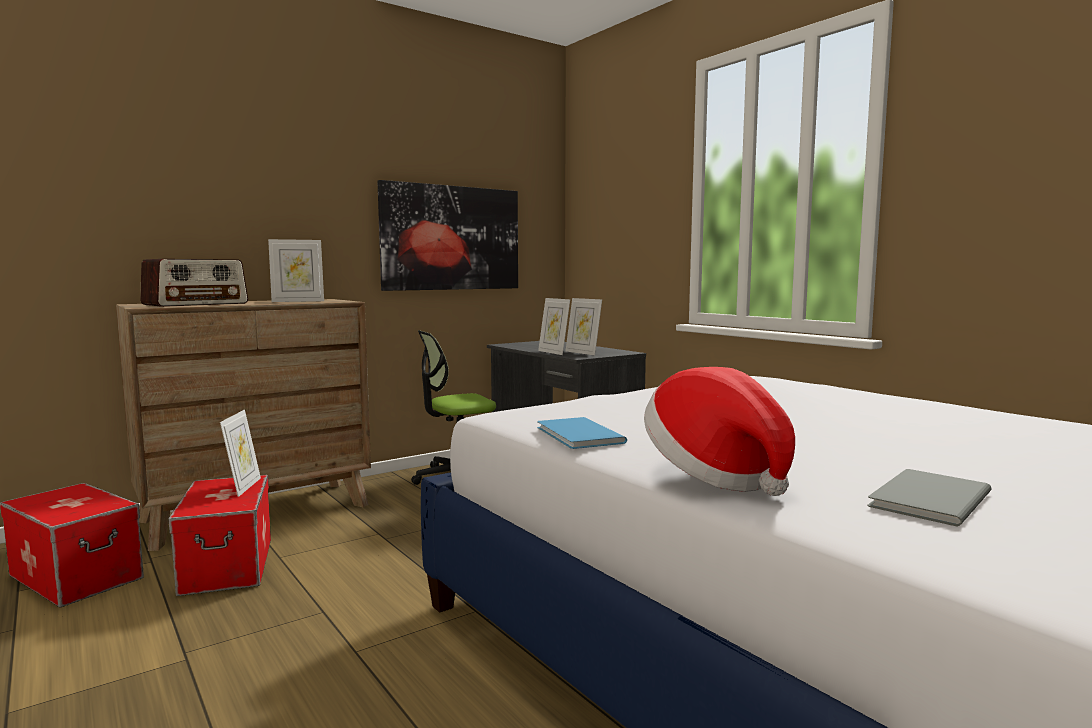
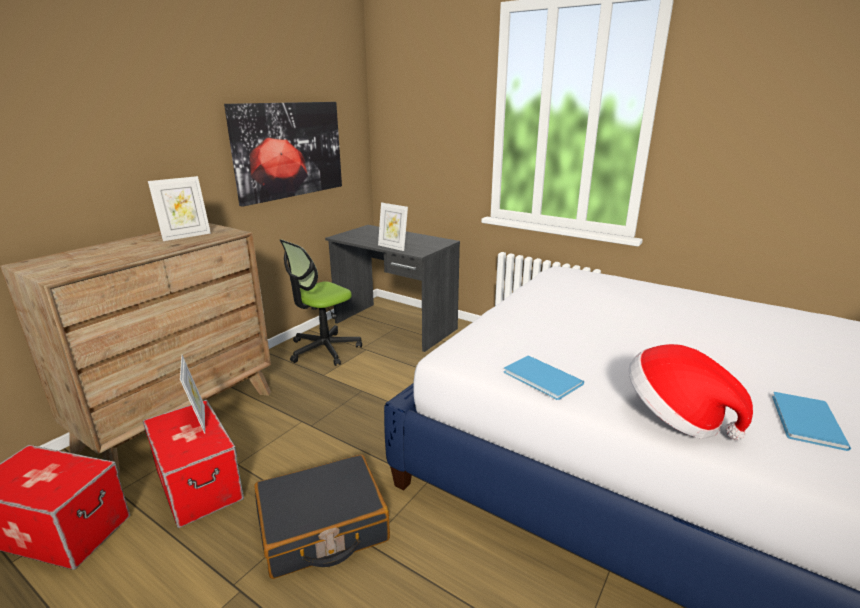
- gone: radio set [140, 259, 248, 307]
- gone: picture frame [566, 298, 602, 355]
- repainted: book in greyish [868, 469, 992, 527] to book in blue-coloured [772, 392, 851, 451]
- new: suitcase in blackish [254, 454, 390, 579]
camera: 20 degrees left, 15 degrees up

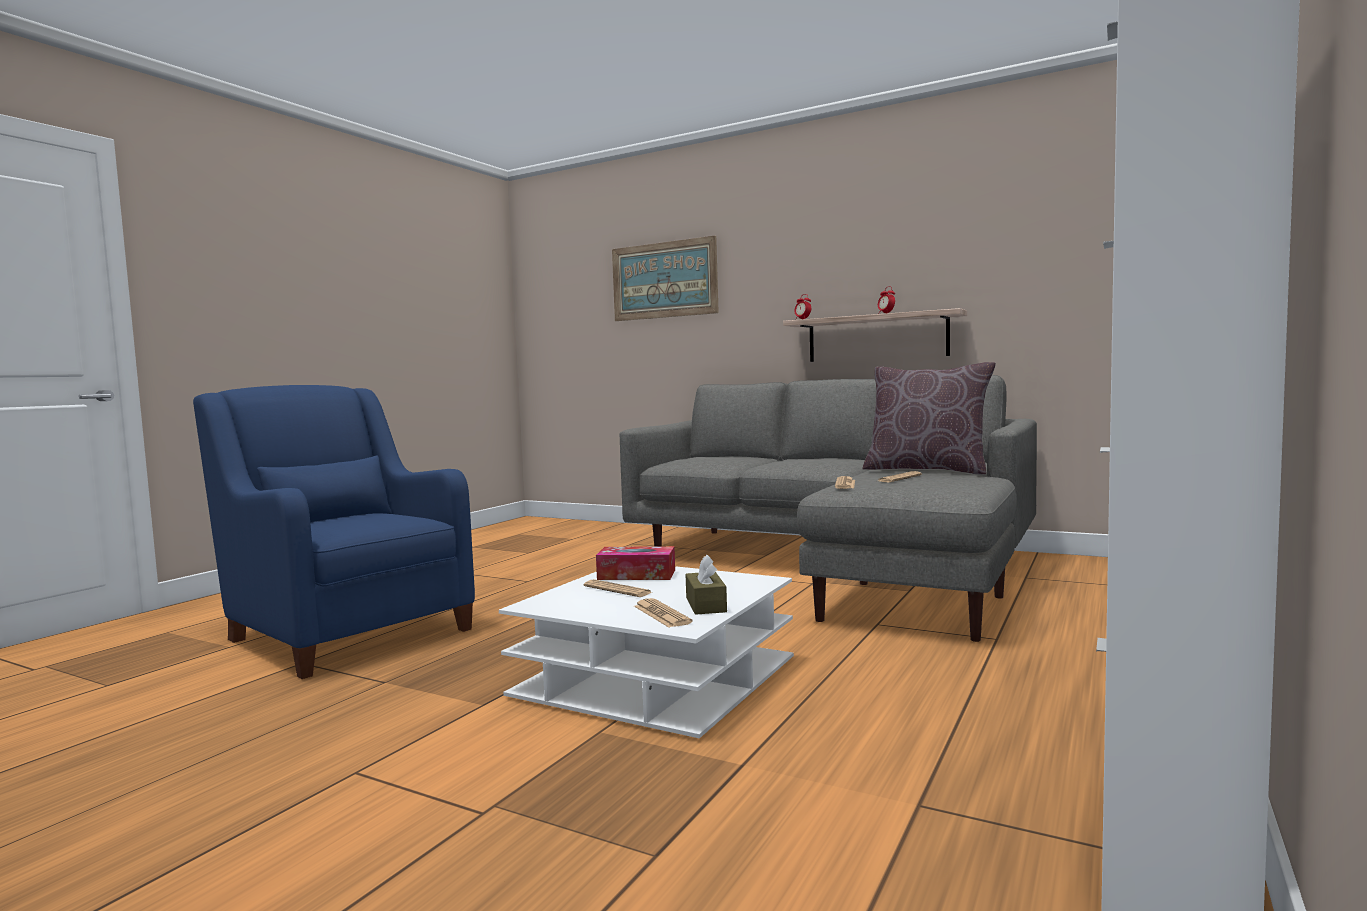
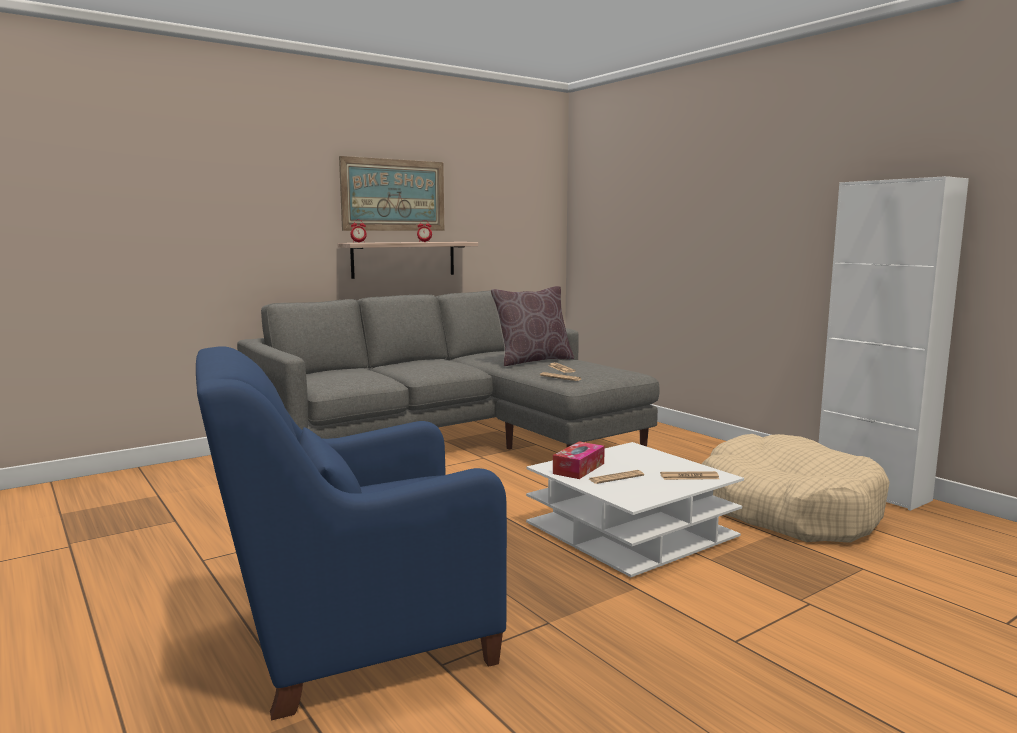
- shifted: wall art [612, 236, 719, 321] to [339, 156, 444, 231]
- gone: tissue holder in brownish [685, 555, 727, 615]
- new: dog cushion in sand-coloured [702, 434, 890, 543]
camera: 65 degrees left, 5 degrees up

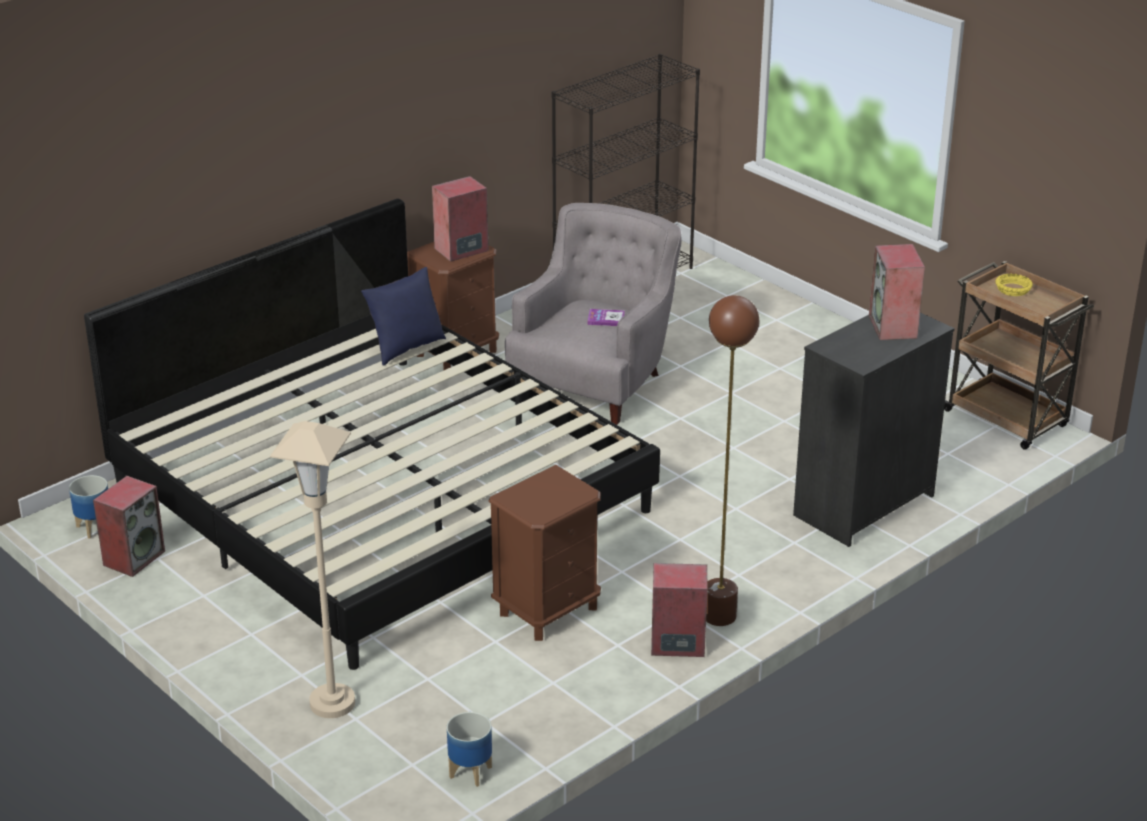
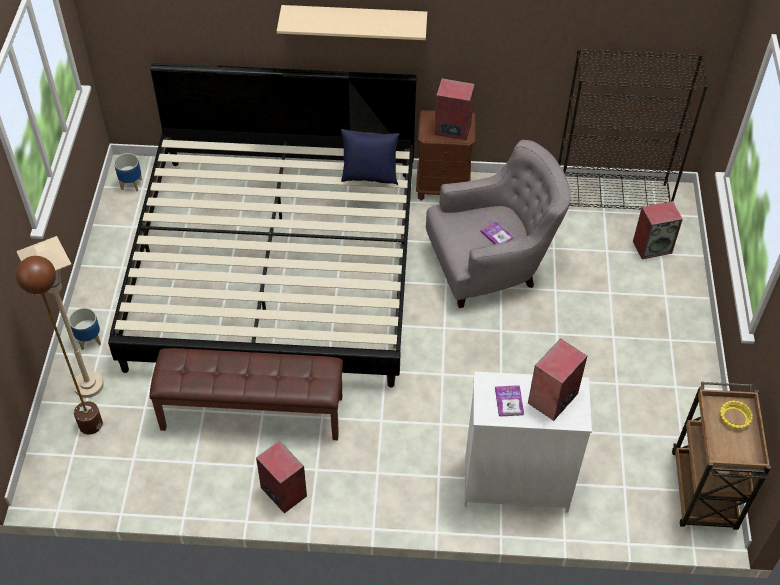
- shifted: loudspeaker [93, 476, 165, 577] to [633, 201, 683, 259]
- shifted: planter [447, 712, 492, 787] to [69, 308, 101, 350]
- swapped: nightstand in brownish [488, 465, 601, 641] to long seat in brownish [150, 348, 343, 440]
- shifted: floor lamp in brownish [706, 295, 759, 626] to [16, 256, 103, 435]
- repainted: dresser in blackish [793, 313, 955, 547] to dresser in white [464, 371, 592, 513]
- new: wall shelf in sand-coloured [277, 5, 427, 40]
- new: book [495, 385, 524, 417]
camera: 45 degrees right, 20 degrees up

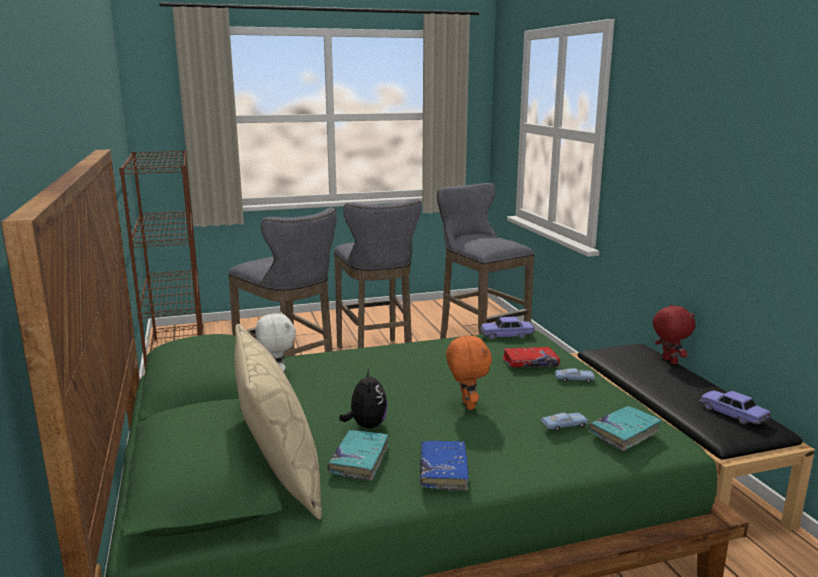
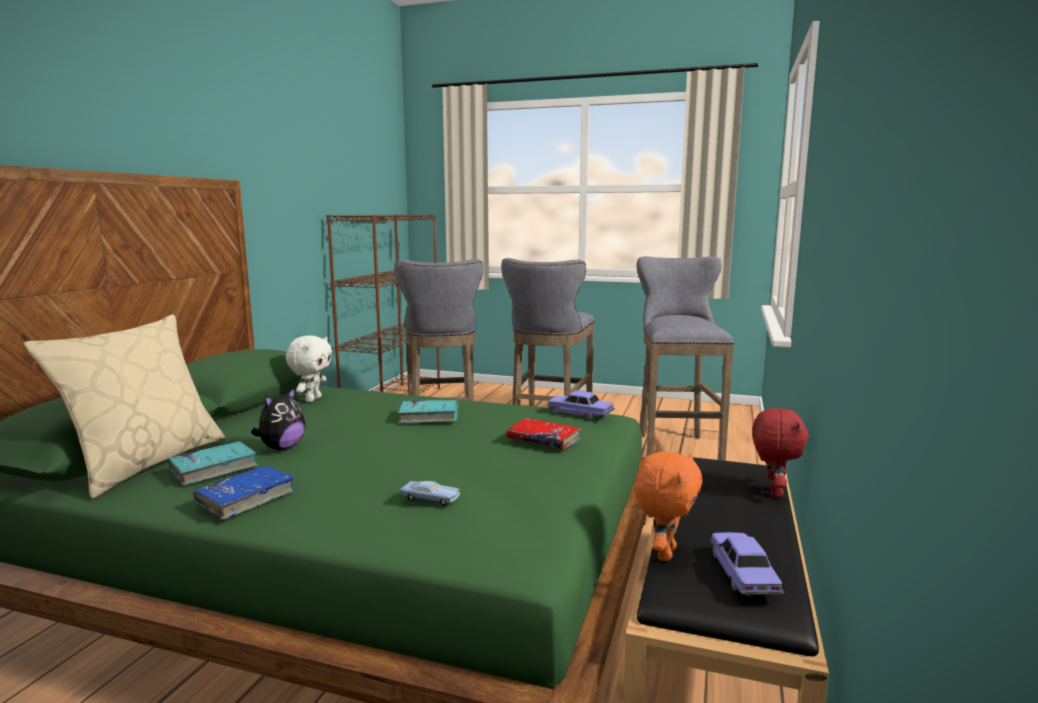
- shifted: cuddly toy in orangey [446, 334, 492, 410] to [635, 451, 703, 561]
- gone: toy car in blue-coloured [555, 368, 595, 383]
- shifted: book in turquoise [589, 406, 661, 451] to [398, 400, 459, 423]
camera: 35 degrees right, 5 degrees down

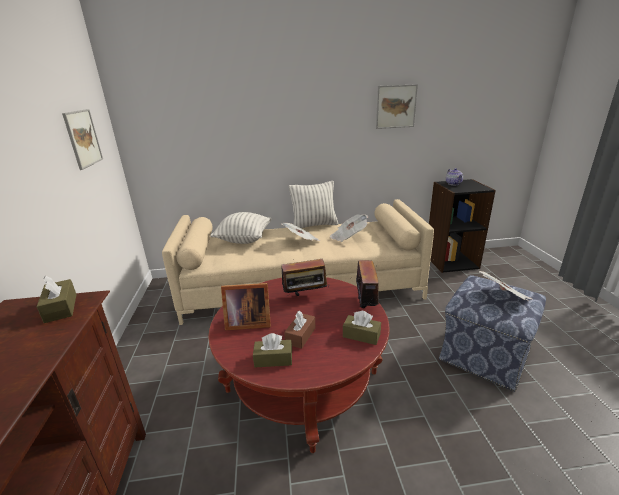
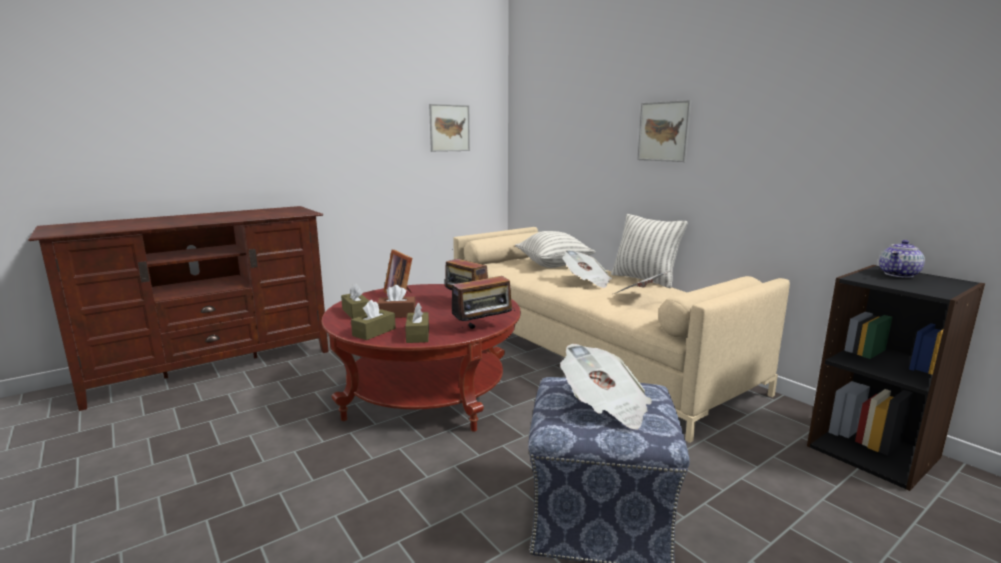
- shifted: tissue holder in brownish [37, 275, 77, 323] to [351, 300, 396, 340]
- shifted: wall art [376, 84, 418, 129] to [637, 100, 691, 162]
camera: 60 degrees right, 10 degrees down

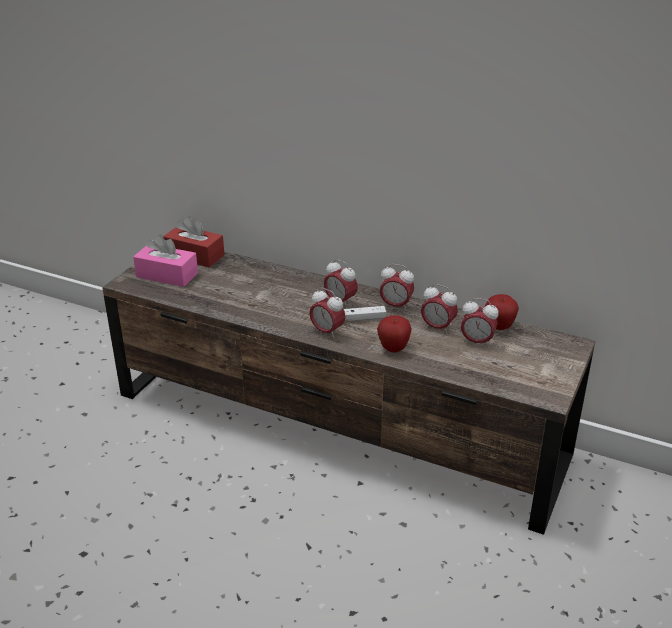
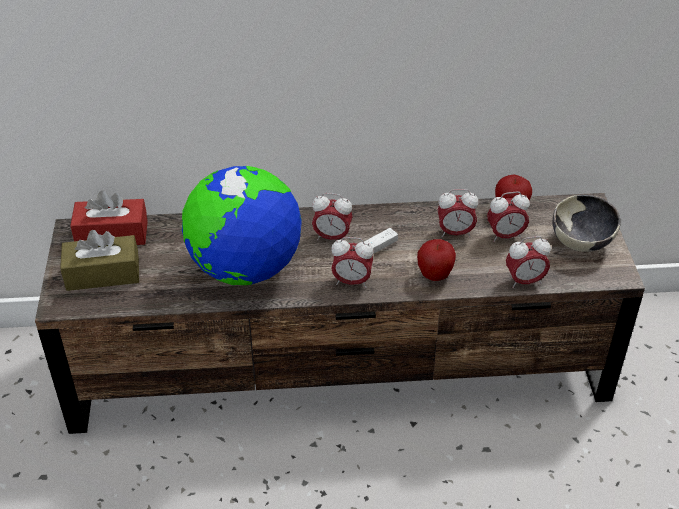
- repainted: tissue holder in pink [133, 234, 198, 287] to tissue holder in brownish [60, 230, 139, 291]
- shifted: table clock [379, 264, 414, 311] to [506, 236, 551, 288]
- new: world globe [182, 166, 302, 285]
- new: serving bowl [553, 195, 621, 252]
camera: 30 degrees left, 10 degrees up

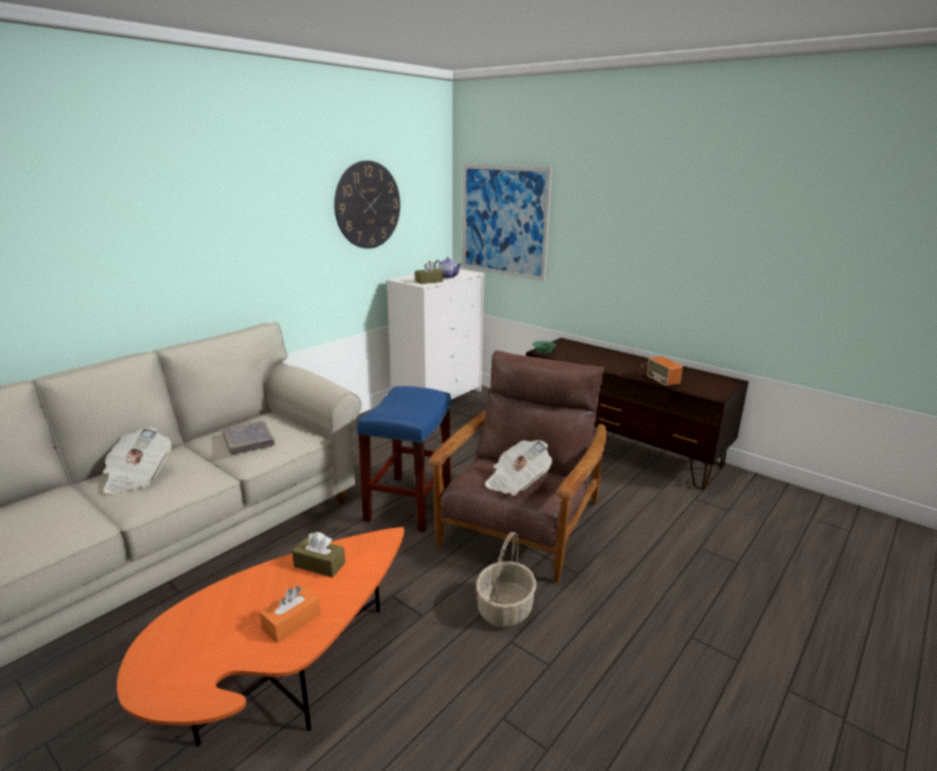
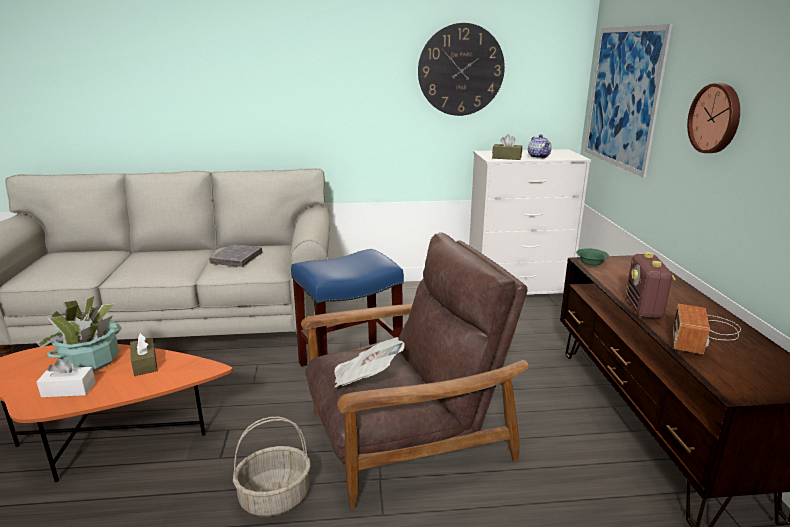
- gone: daily paper [102, 427, 172, 494]
- repainted: tissue holder in orangey [260, 585, 321, 643] to tissue holder in white [36, 359, 96, 397]
- new: potted plant [36, 295, 121, 371]
- new: radio set [626, 252, 676, 318]
- new: wall clock [687, 83, 740, 153]
camera: 45 degrees right, 0 degrees up

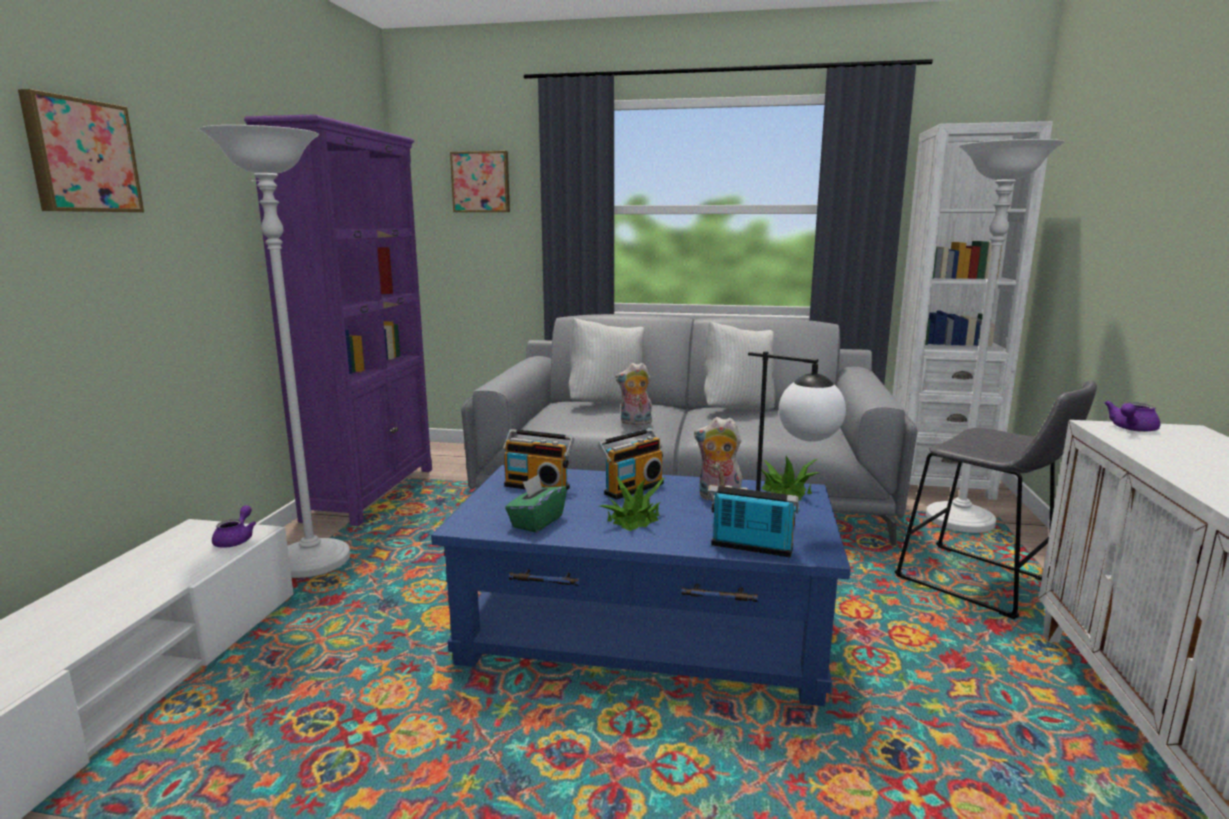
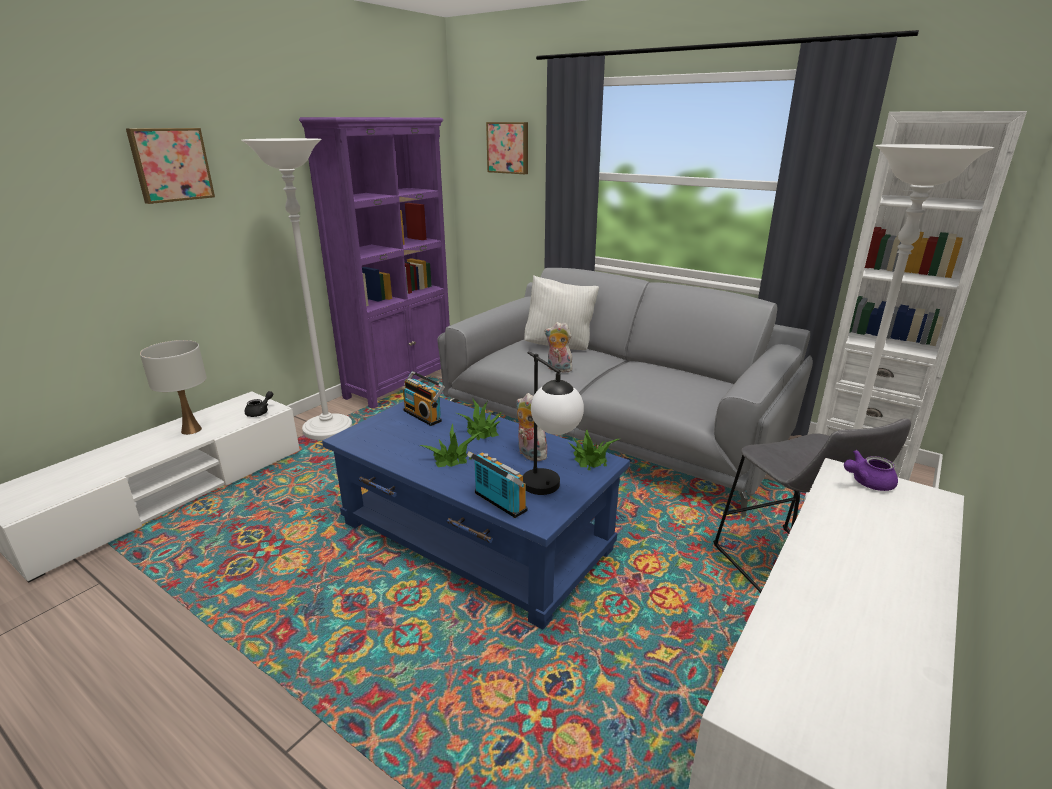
- repainted: pot for tea in purple [212, 505, 256, 548] to pot for tea in blackish [245, 391, 273, 417]
- gone: tissue holder in green [505, 474, 567, 533]
- swapped: radio set [597, 428, 664, 500] to potted plant [457, 399, 503, 440]
- gone: pillow in white [704, 321, 775, 410]
- new: table lamp in white [140, 340, 207, 435]
camera: 25 degrees right, 10 degrees up

